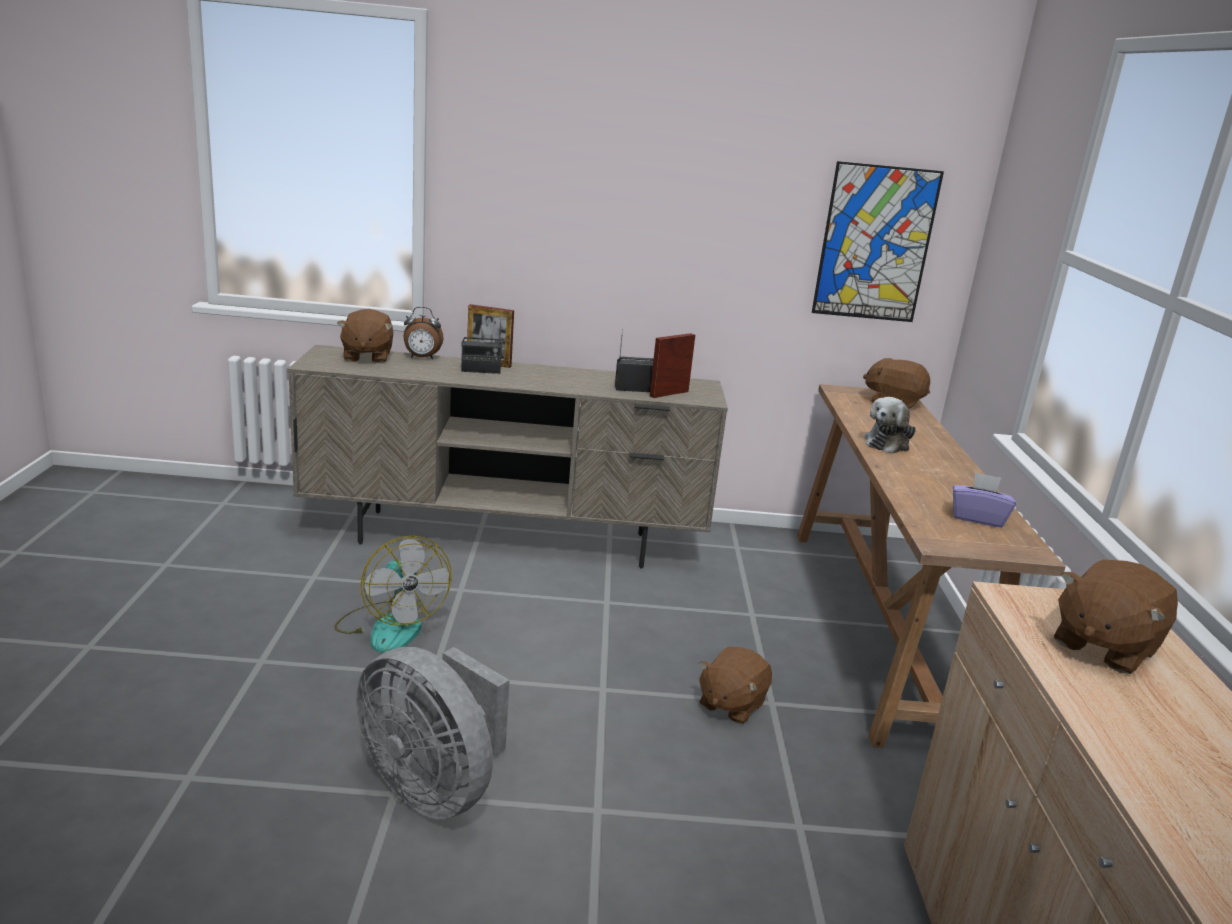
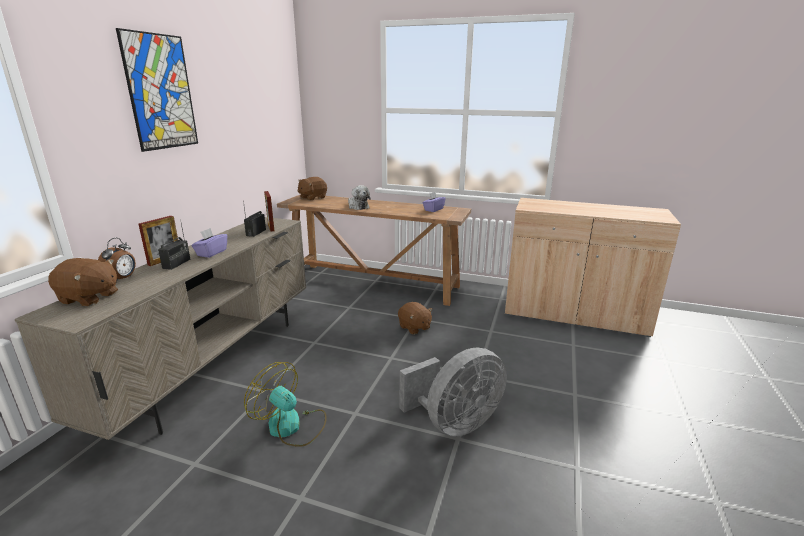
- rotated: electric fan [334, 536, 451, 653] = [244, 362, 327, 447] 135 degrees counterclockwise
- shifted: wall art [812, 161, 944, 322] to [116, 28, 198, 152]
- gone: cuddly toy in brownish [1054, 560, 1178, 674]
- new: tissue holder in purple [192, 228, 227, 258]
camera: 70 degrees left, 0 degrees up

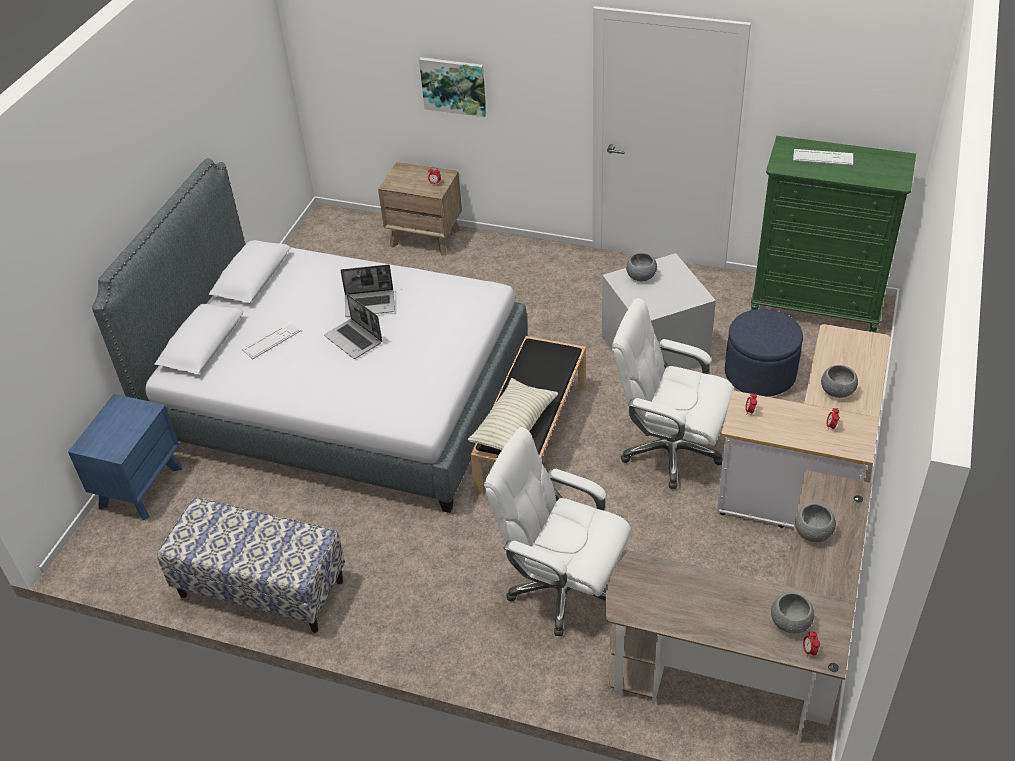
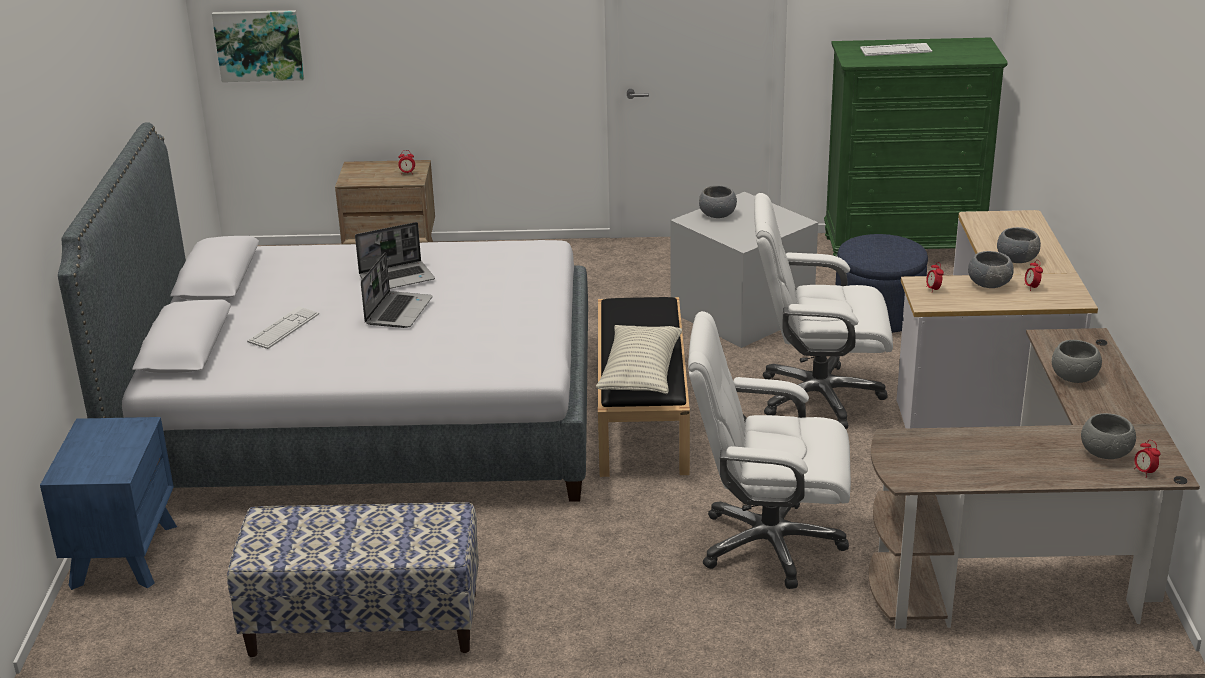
- rotated: notebook computer [324, 294, 382, 359] = [361, 252, 433, 328] 105 degrees counterclockwise
- shifted: wall art [419, 57, 486, 117] to [212, 10, 304, 82]
- new: serving bowl in greyish [968, 251, 1014, 288]
camera: 20 degrees left, 15 degrees down

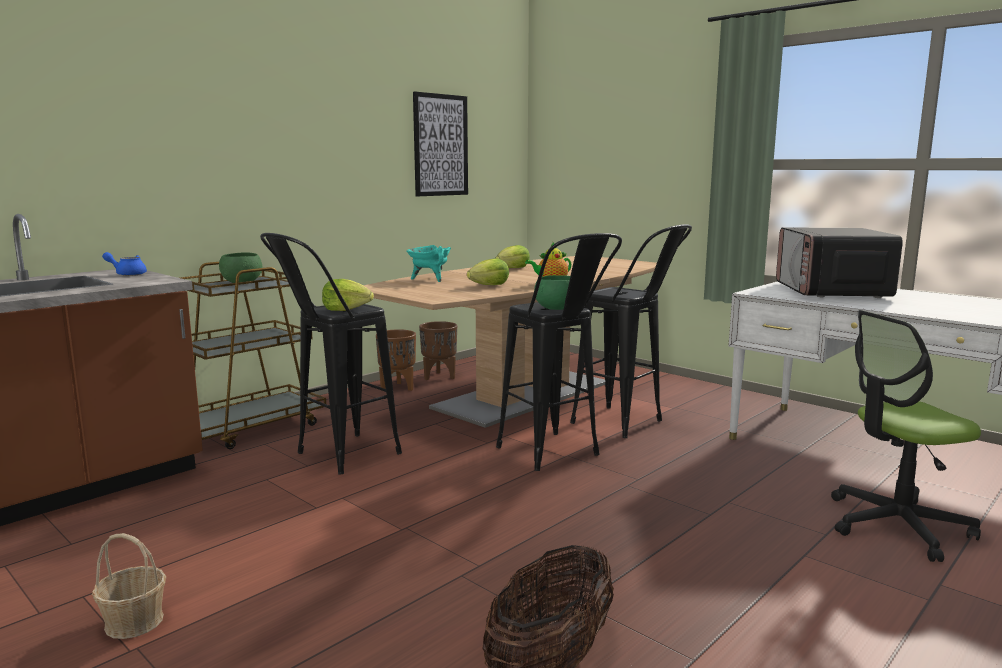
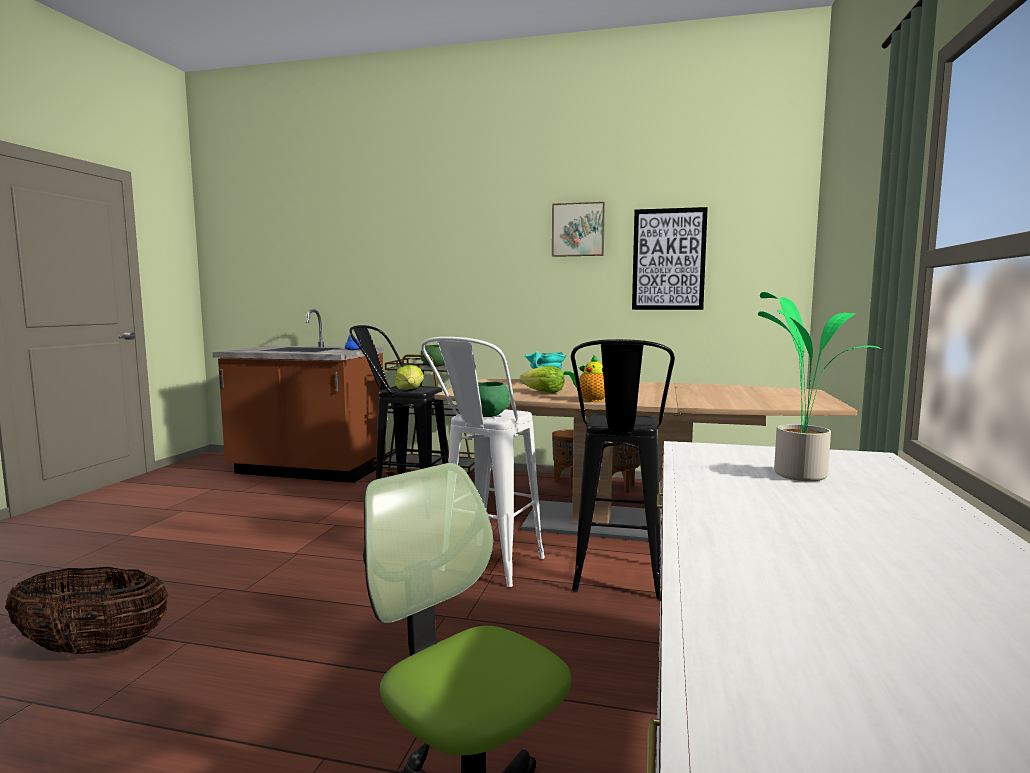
- gone: storage basket [92, 533, 166, 639]
- repainted: sitting stool in blackish [496, 233, 622, 471] to sitting stool in white [421, 337, 545, 587]
- gone: head of lettuce [496, 245, 530, 268]
- swapped: kitchen microwave [776, 227, 903, 298] to potted plant [758, 292, 881, 481]
- new: wall art [552, 202, 605, 257]
camera: 60 degrees right, 5 degrees down

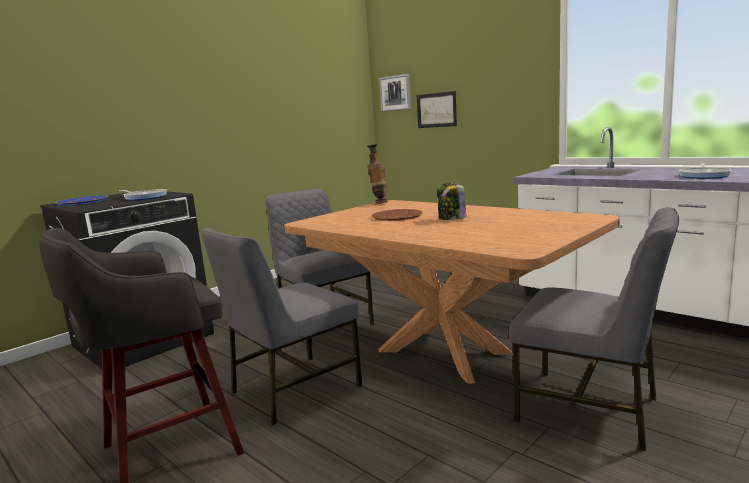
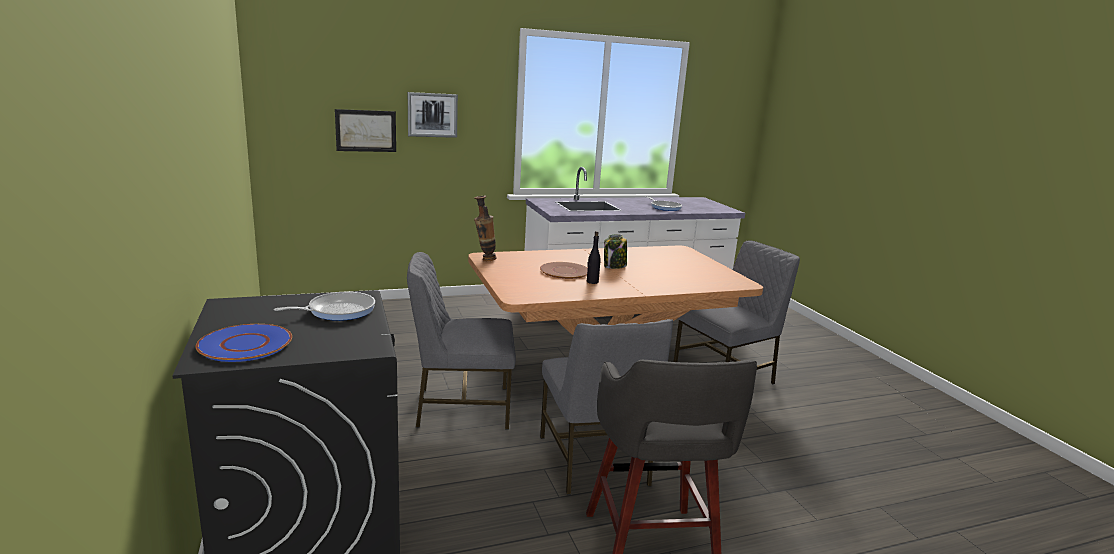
- shifted: wall art [379, 74, 411, 112] to [408, 92, 458, 138]
- new: beverage bottle in blackish [587, 231, 601, 284]
camera: 65 degrees left, 5 degrees up

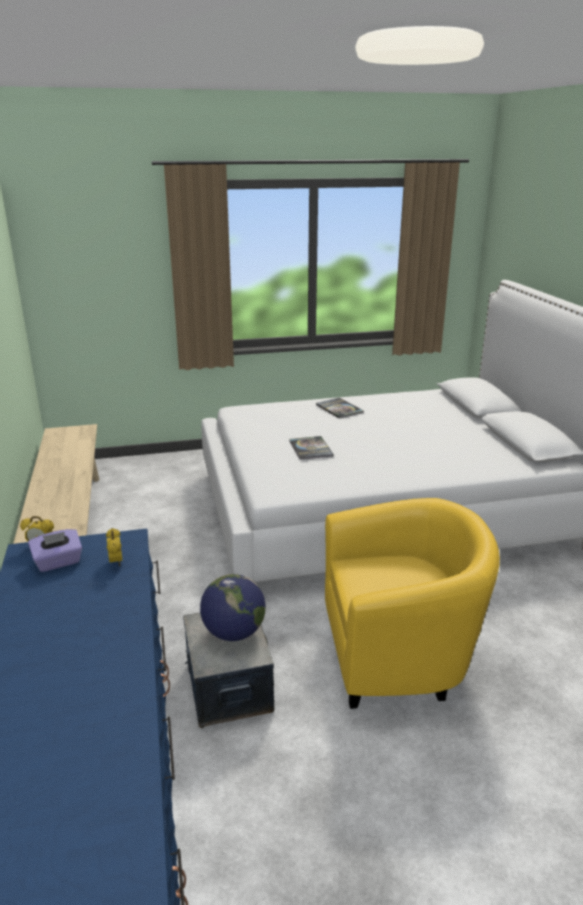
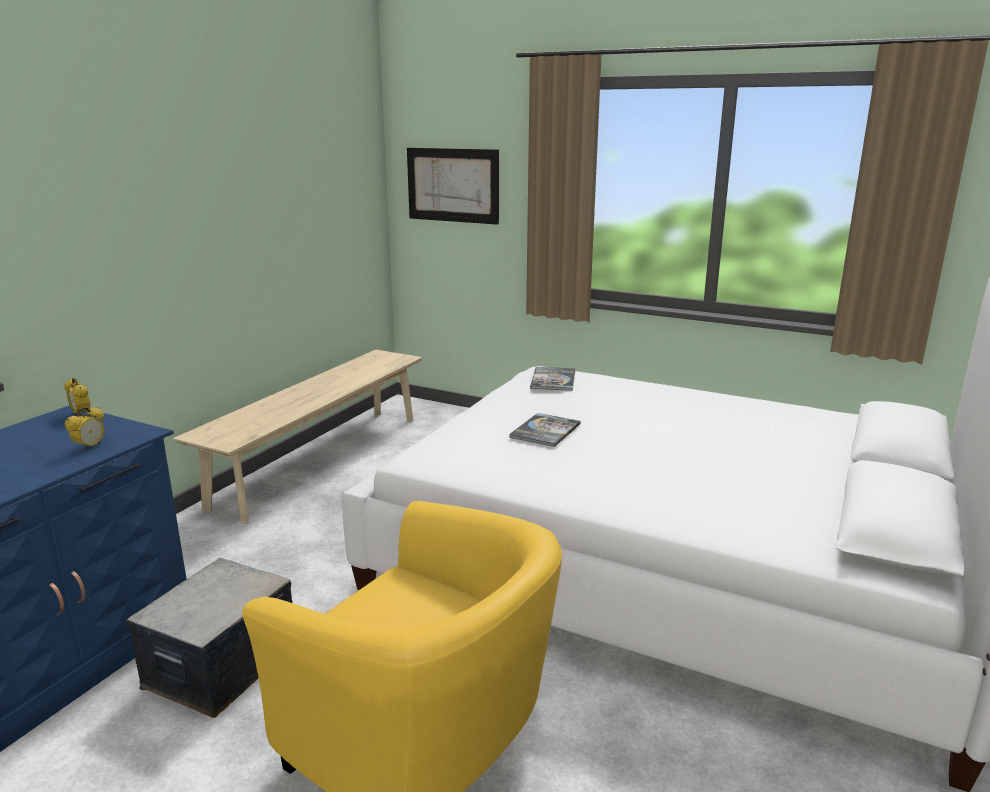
- gone: tissue holder in purple [28, 529, 82, 572]
- gone: world globe [200, 574, 266, 641]
- shifted: book [316, 398, 364, 419] to [530, 367, 575, 391]
- new: wall art [407, 148, 499, 225]
camera: 40 degrees right, 5 degrees down

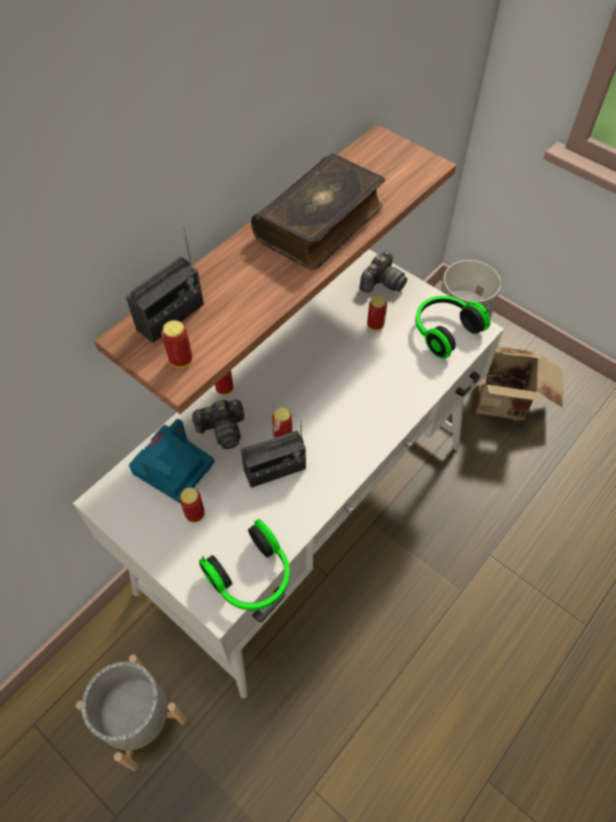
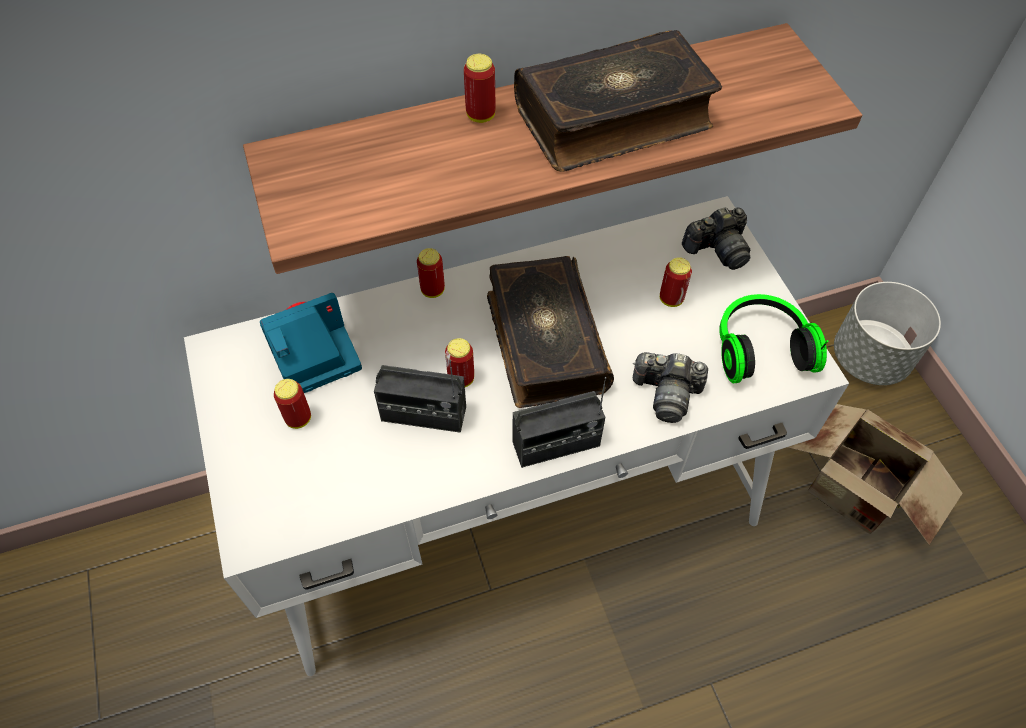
- gone: planter in greyish [76, 654, 187, 771]
- shifted: radio set [126, 228, 204, 343] to [512, 377, 606, 468]
- shifted: can [162, 320, 192, 368] to [464, 54, 495, 123]
- shifted: still camera [191, 400, 244, 449] to [633, 352, 708, 423]
- gone: headphones [199, 519, 290, 610]
- new: book [487, 256, 614, 408]
camera: 30 degrees right, 0 degrees up

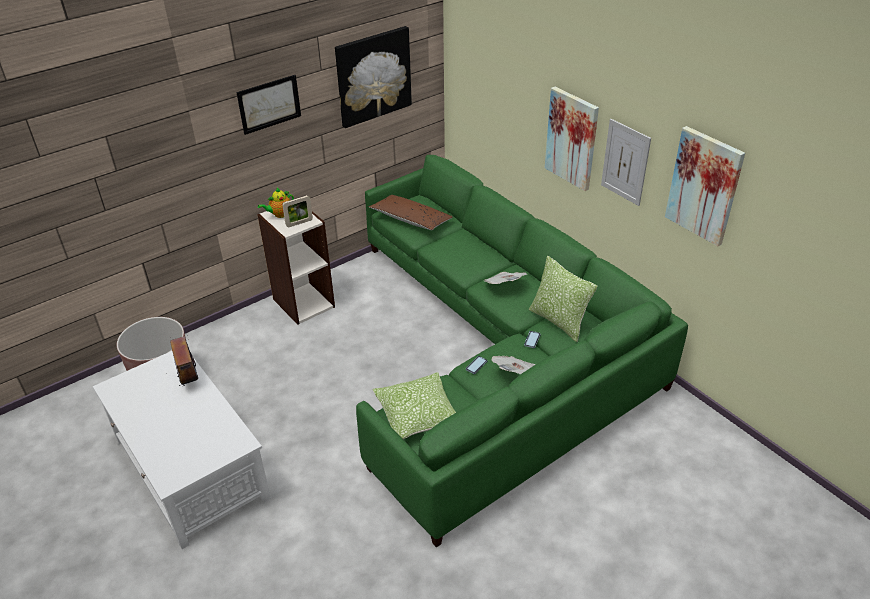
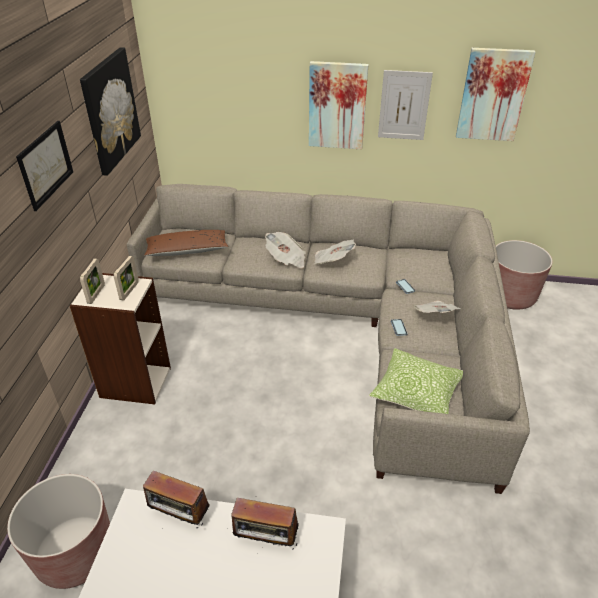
- swapped: pot for tea [258, 187, 294, 218] to picture frame [80, 259, 105, 304]
- repainted: settee in green [356, 155, 688, 547] to settee in greyish [127, 184, 530, 494]
- gone: pillow [529, 256, 597, 342]
- new: radio set [231, 498, 299, 550]
- new: daily paper [265, 232, 306, 268]
- new: planter in brownish [496, 240, 553, 310]
camera: 45 degrees left, 0 degrees up

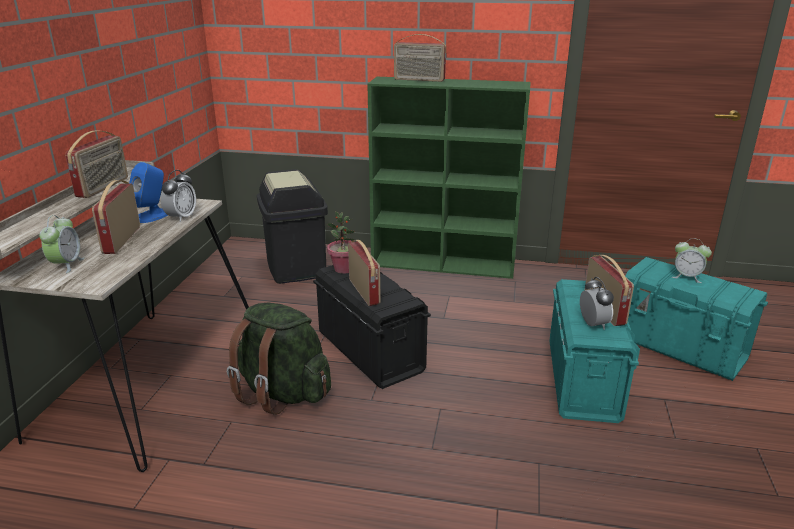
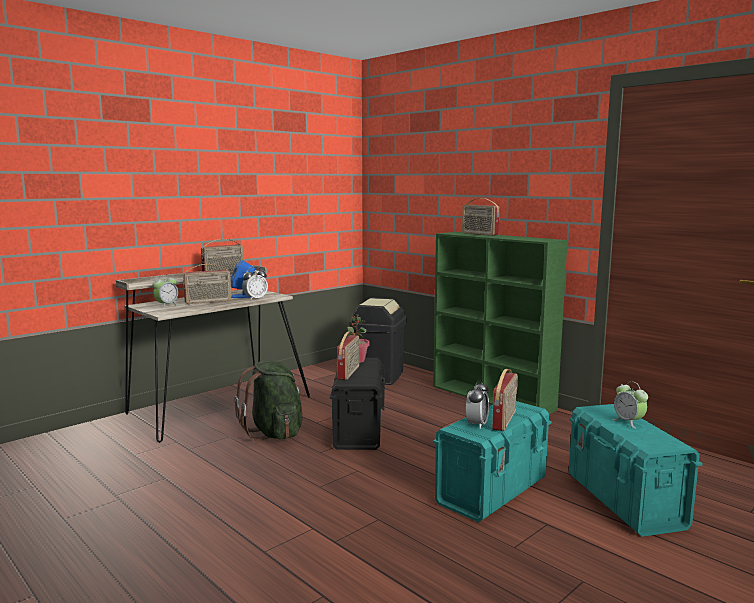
- rotated: radio set [92, 180, 140, 254] = [183, 264, 231, 304] 150 degrees counterclockwise
camera: 35 degrees right, 15 degrees down

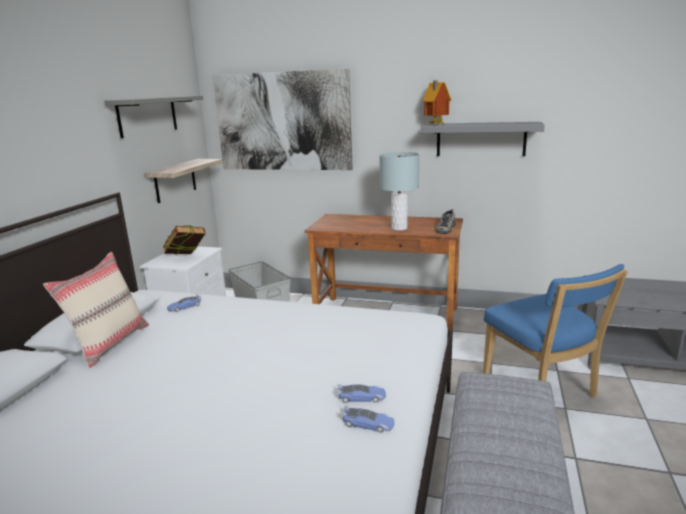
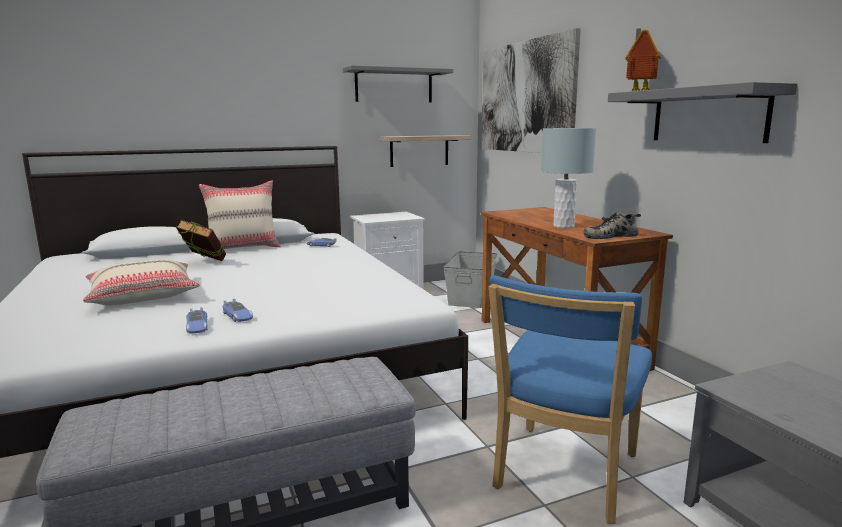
- shifted: book [163, 225, 206, 255] to [176, 220, 226, 261]
- new: pillow in sand-coloured [83, 259, 200, 306]
camera: 50 degrees right, 5 degrees down

